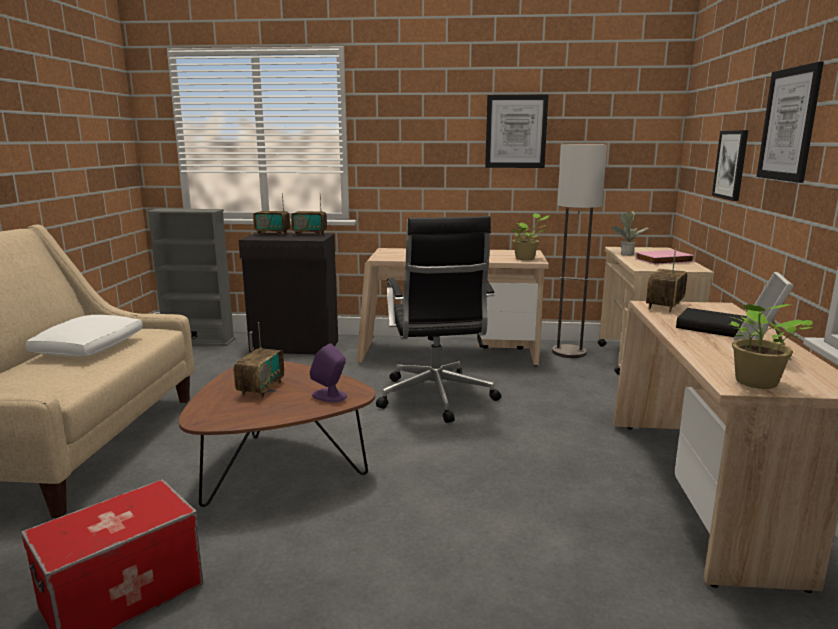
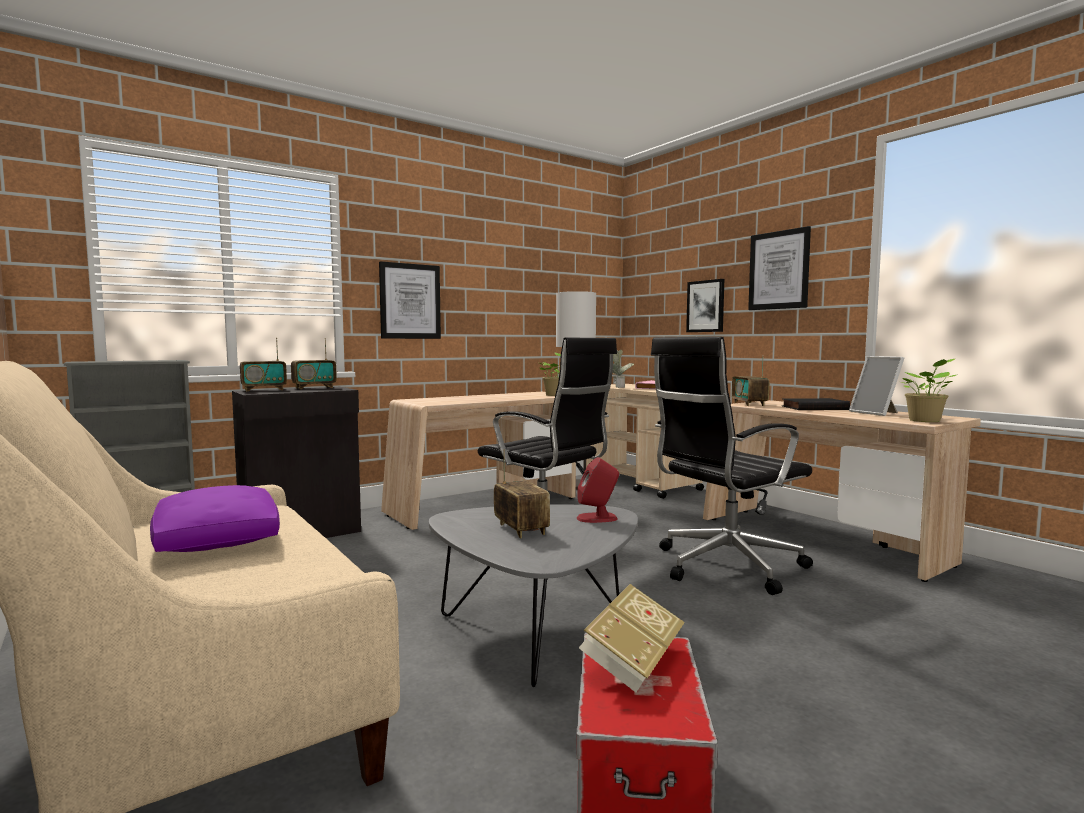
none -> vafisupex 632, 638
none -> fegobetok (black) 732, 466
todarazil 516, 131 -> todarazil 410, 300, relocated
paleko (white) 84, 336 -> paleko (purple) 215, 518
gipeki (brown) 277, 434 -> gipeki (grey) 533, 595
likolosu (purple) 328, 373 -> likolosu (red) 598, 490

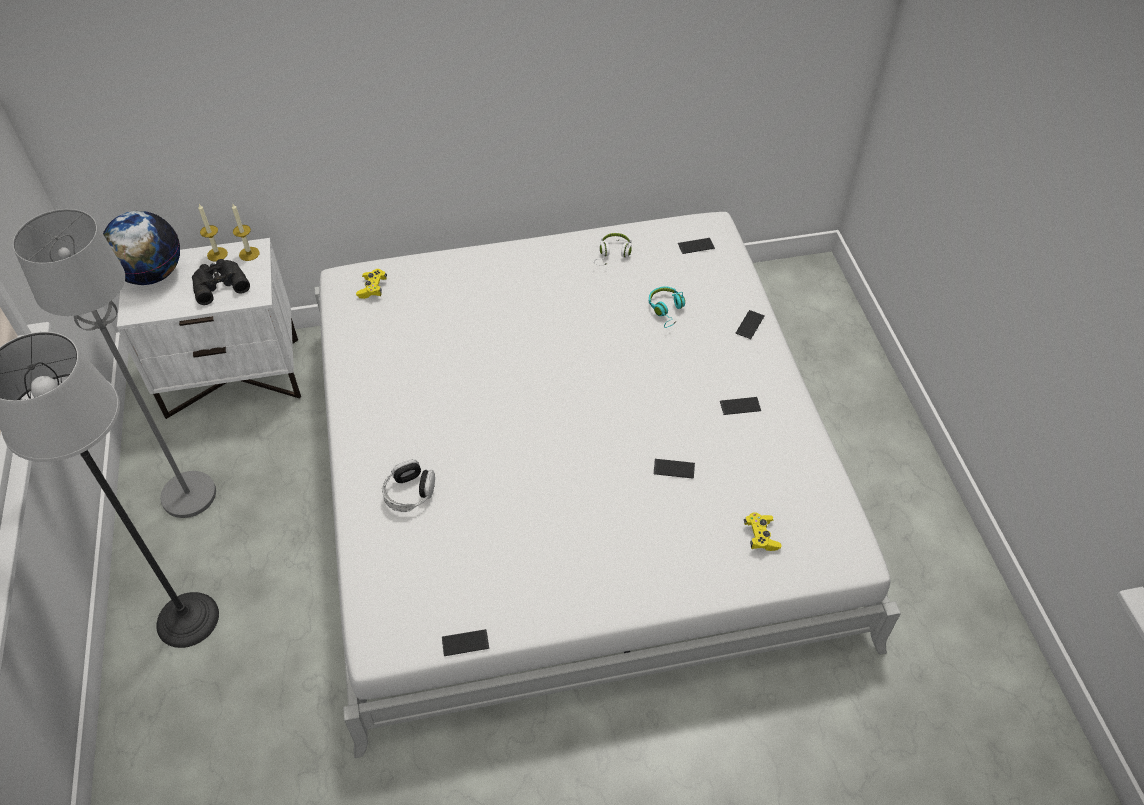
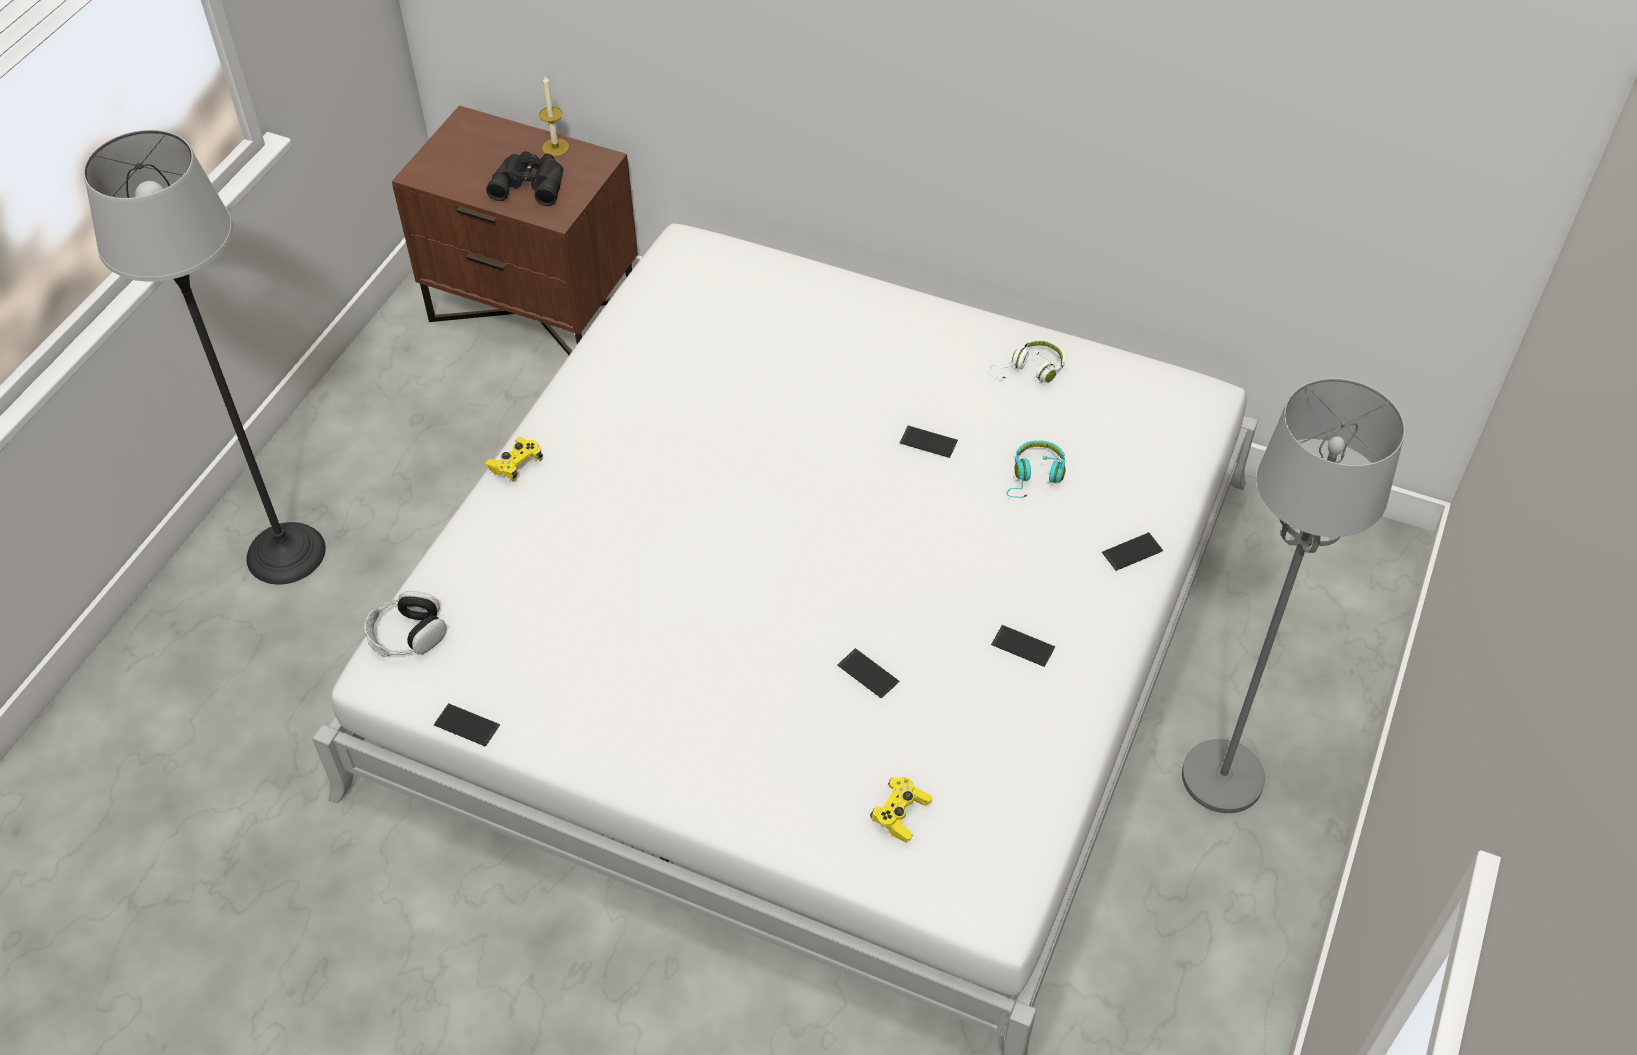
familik 141, 248 -> none
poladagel 246, 232 -> none
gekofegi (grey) 114, 363 -> gekofegi (grey) 1293, 595, relocated
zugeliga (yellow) 371, 284 -> zugeliga (yellow) 514, 459, relocated
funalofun 408, 485 -> funalofun 405, 623, relocated
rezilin 696, 246 -> rezilin 929, 442, relocated
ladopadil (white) 209, 328 -> ladopadil (brown) 515, 230

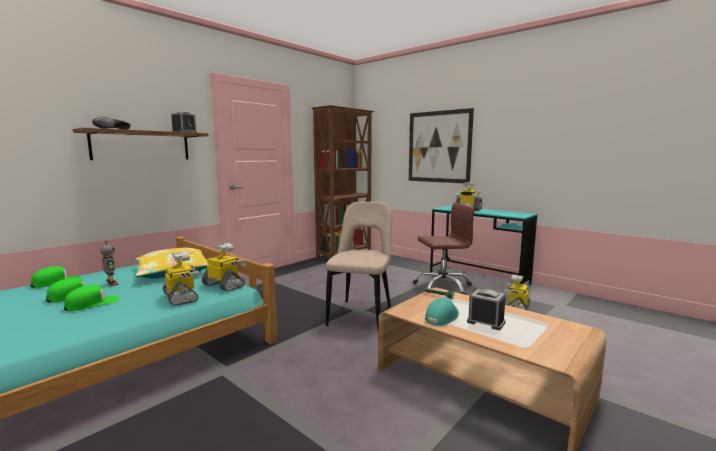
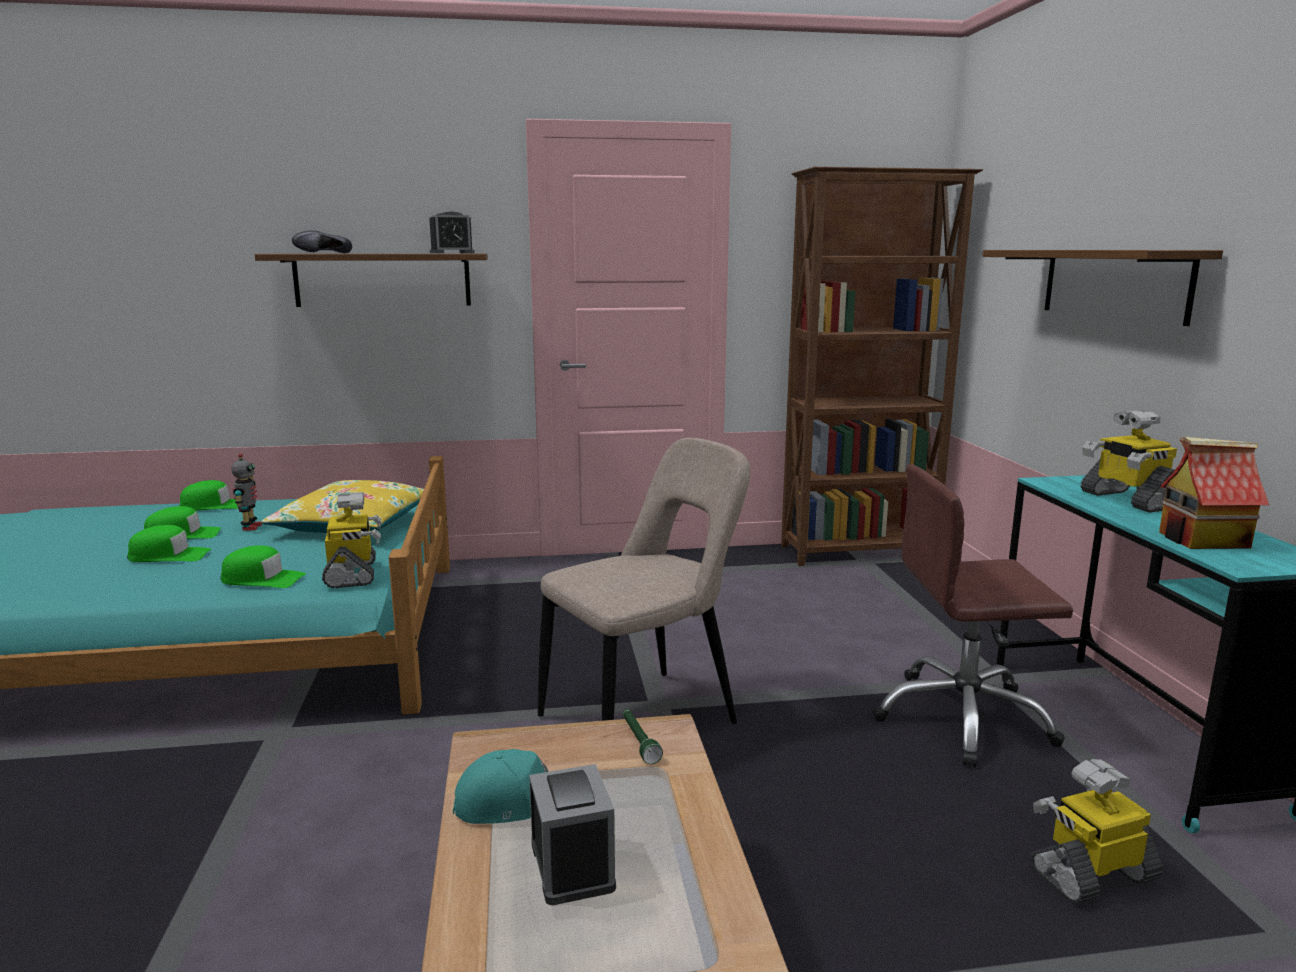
none -> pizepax 1214, 493
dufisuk 182, 278 -> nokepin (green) 263, 567
todarazil 441, 145 -> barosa 1103, 288
fegobetok (brown) 444, 248 -> fegobetok (brown) 972, 615, 150 degrees clockwise

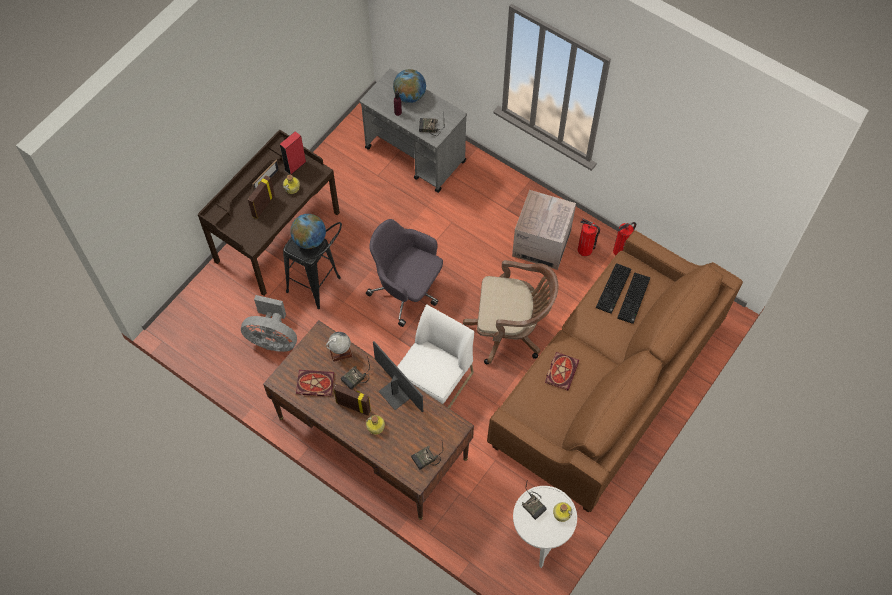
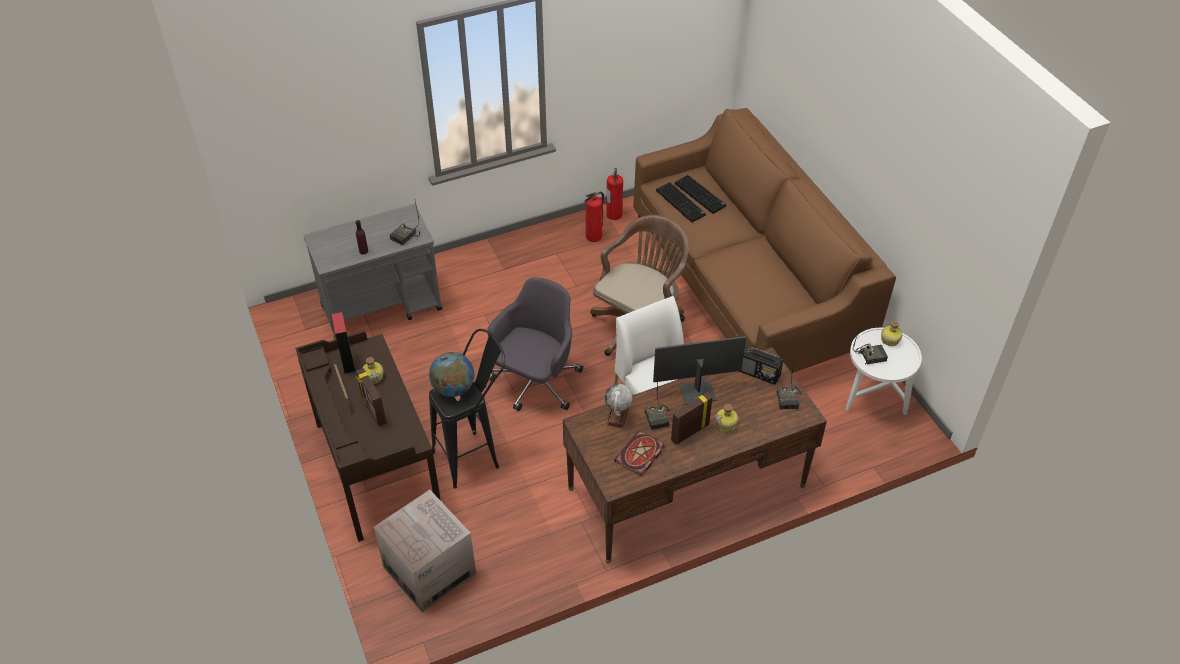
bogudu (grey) 269, 323 -> none
familik 409, 86 -> none
vafisupex 562, 371 -> none
none -> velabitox 761, 365
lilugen 544, 230 -> lilugen 425, 551, relocated
fegobetok (grey) 404, 273 -> fegobetok (grey) 535, 344, 150 degrees clockwise

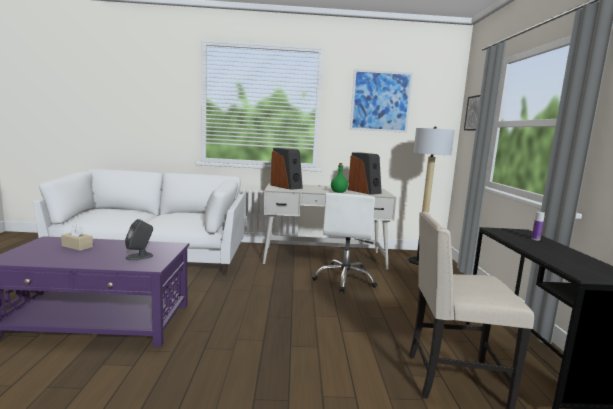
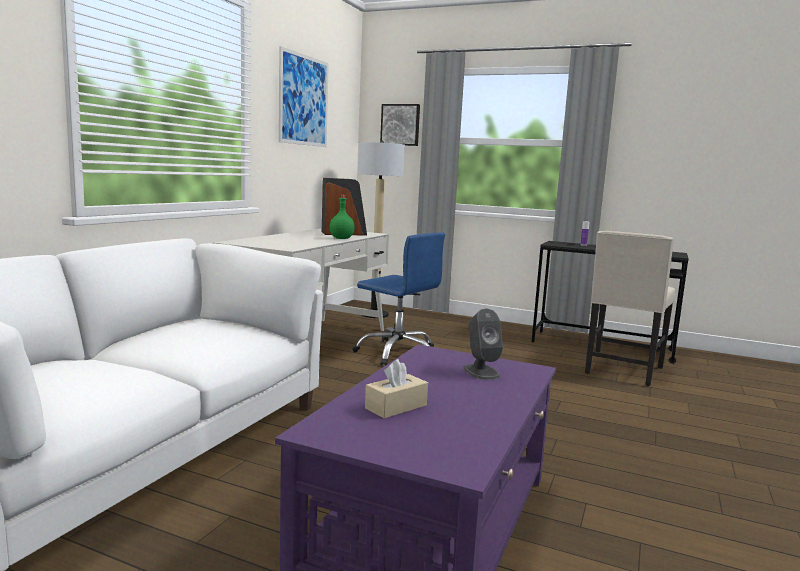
likolosu 287, 169 -> none
fegobetok (white) 344, 243 -> fegobetok (blue) 398, 299

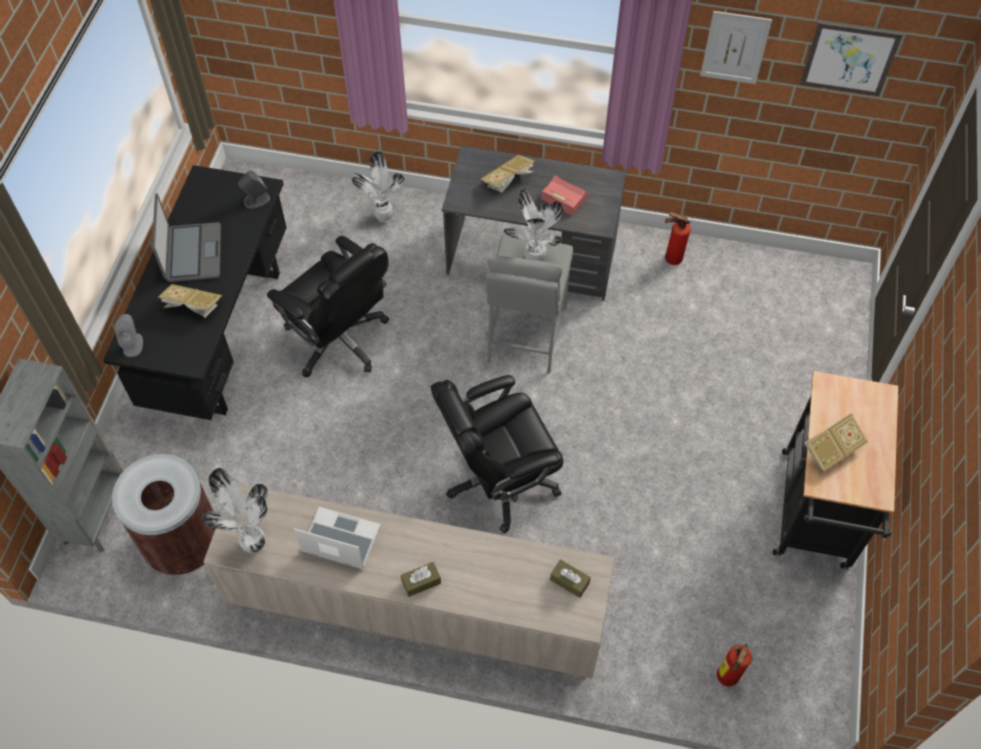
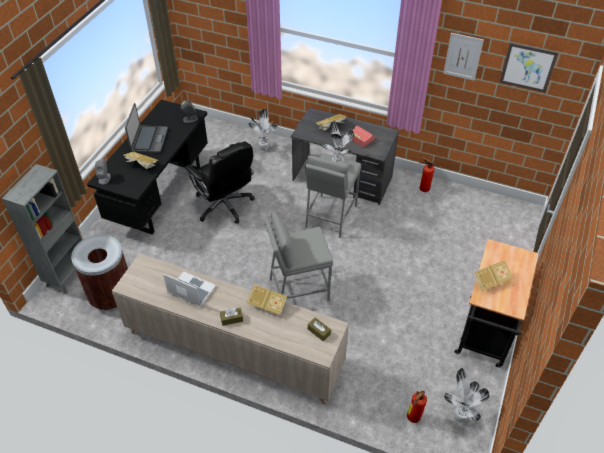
none -> vafisupex 267, 299
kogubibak 235, 510 -> kogubibak 467, 395, relocated
fegobetok (black) 497, 454 -> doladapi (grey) 298, 256

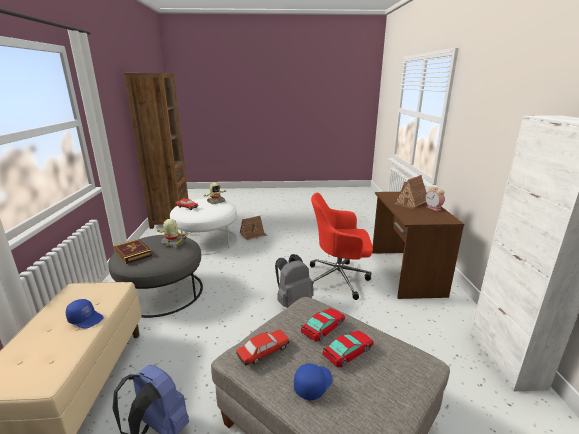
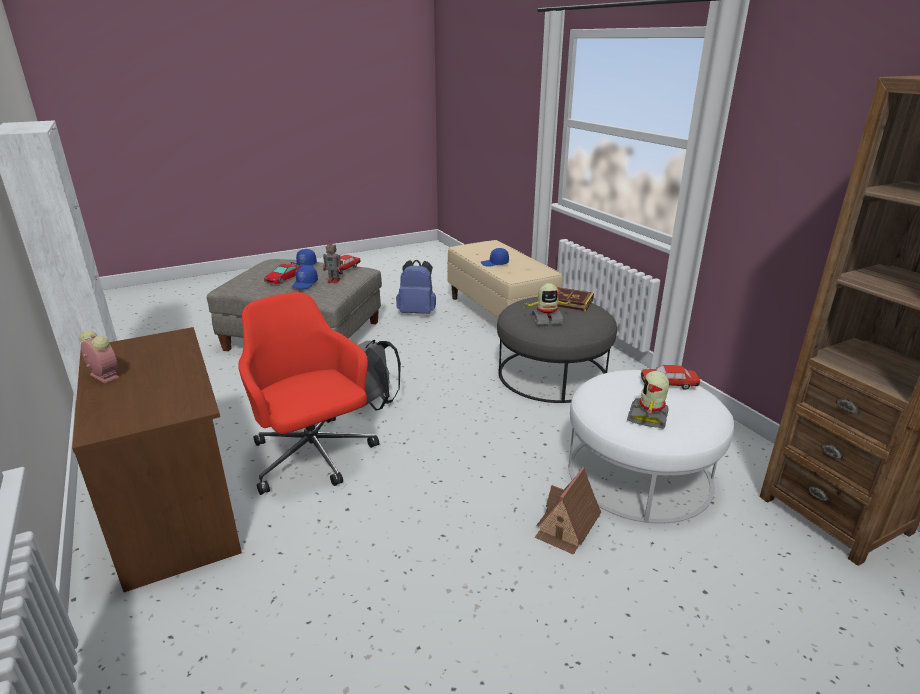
pizepax 410, 192 -> none
none -> dufisuk 333, 261
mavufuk 323, 324 -> nokepin (blue) 305, 277
fegobetok (red) 341, 246 -> fegobetok (red) 308, 393, 105 degrees counterclockwise

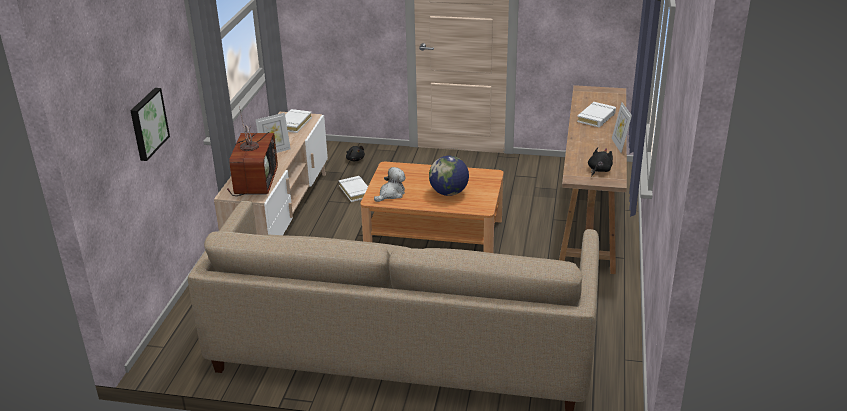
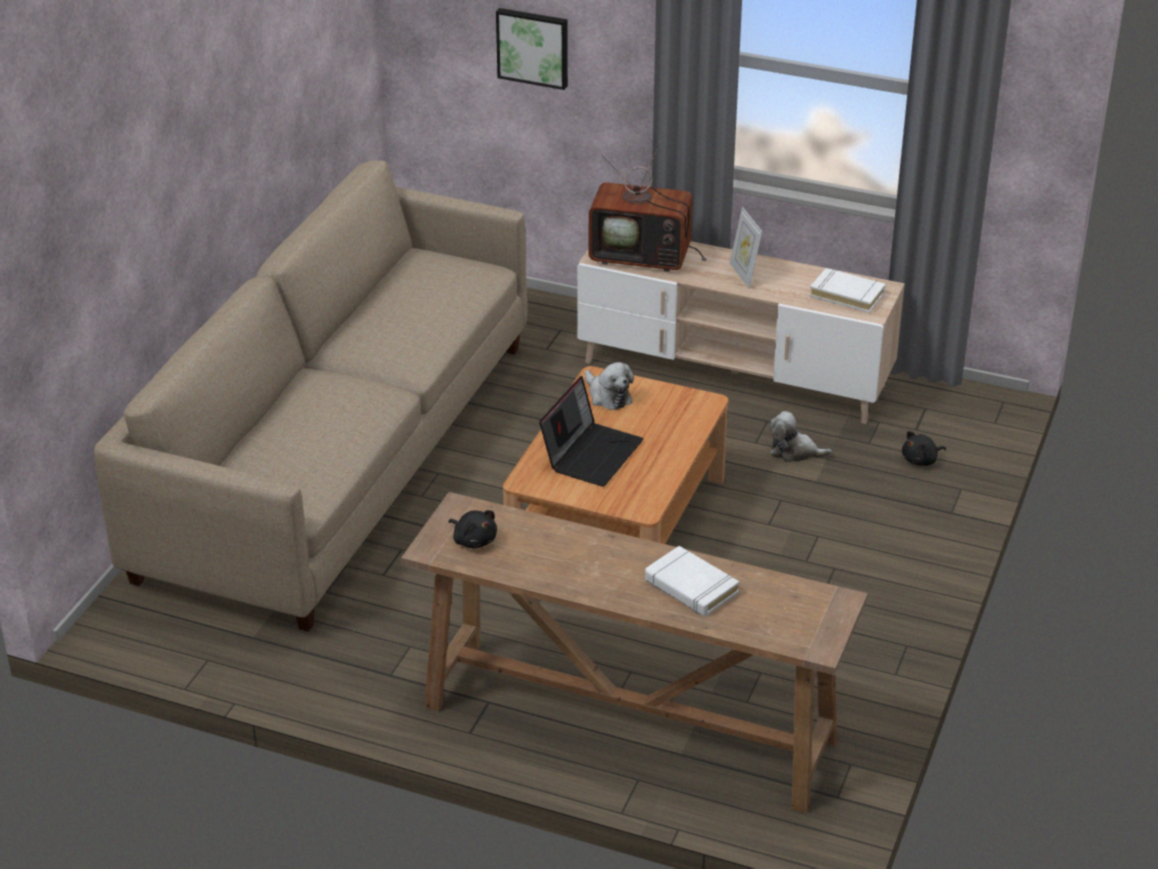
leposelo 622, 127 -> none
vafisupex (white) 353, 189 -> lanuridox 800, 436
familik 449, 176 -> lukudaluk 591, 431

